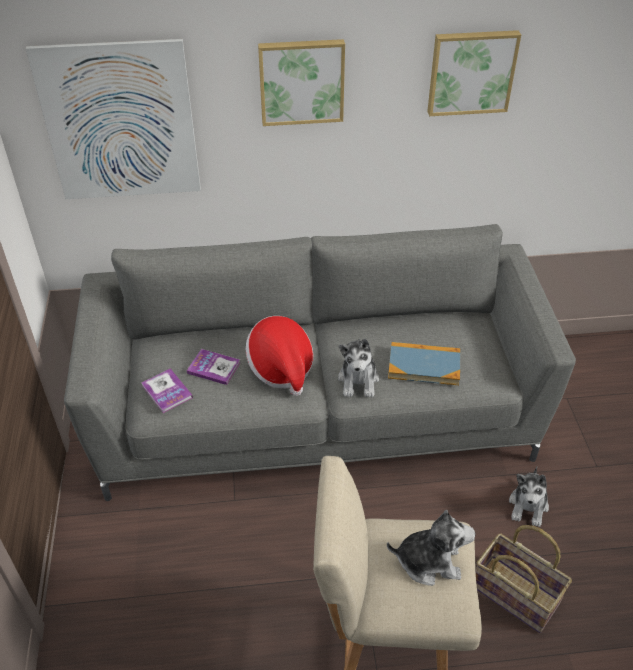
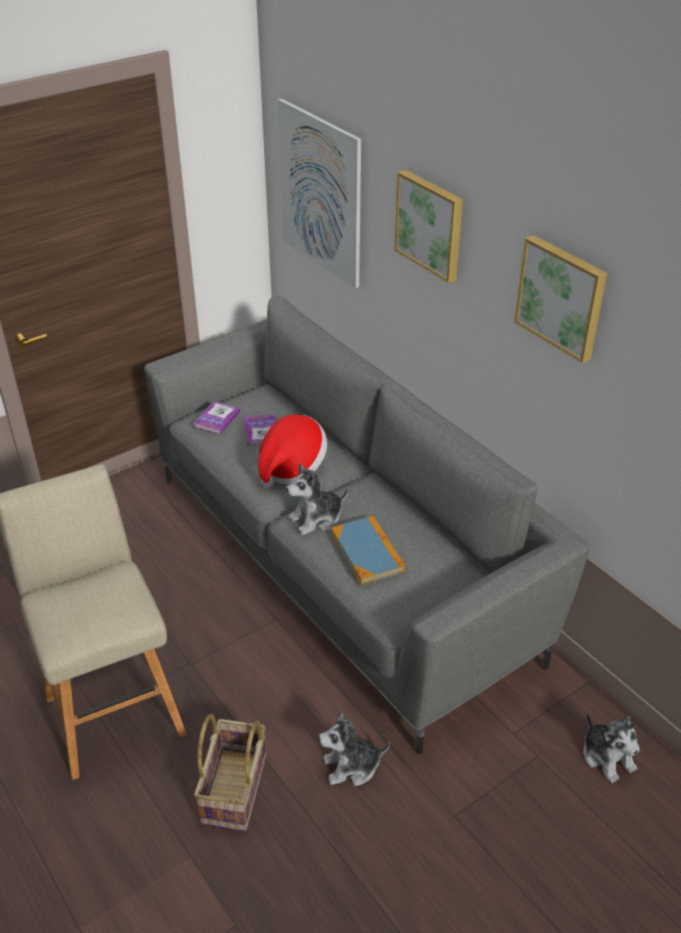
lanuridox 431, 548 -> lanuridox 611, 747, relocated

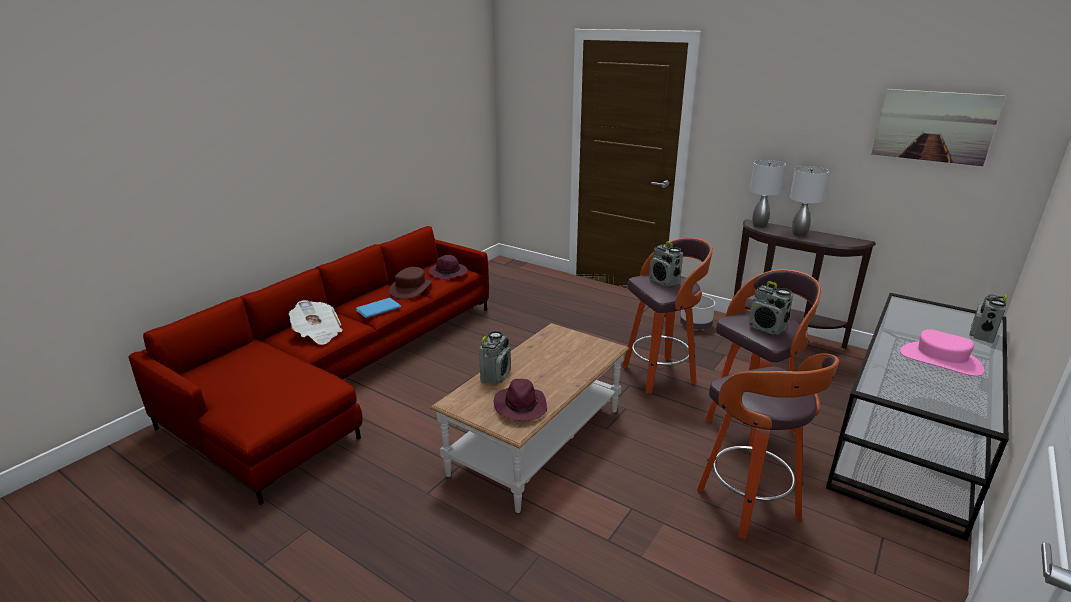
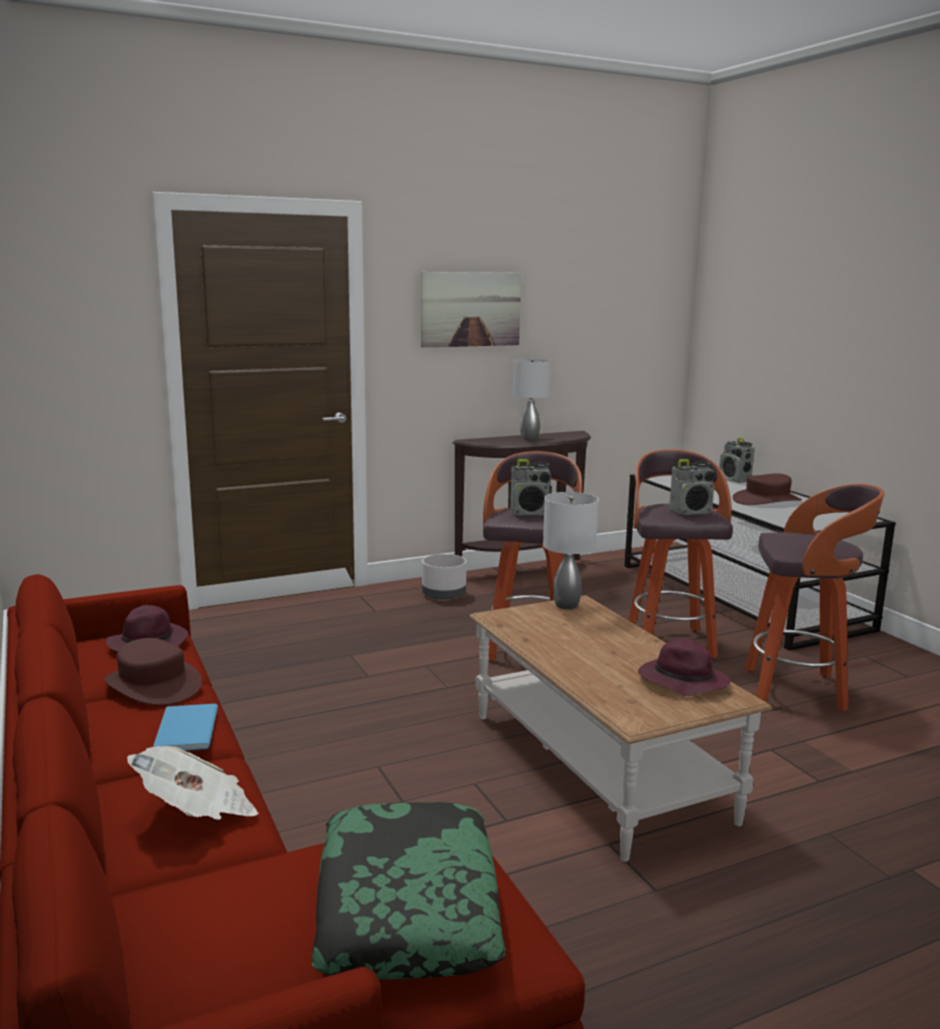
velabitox 495, 357 -> none
none -> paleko 408, 891
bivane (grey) 768, 194 -> bivane (grey) 570, 550, relocated
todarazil 938, 127 -> todarazil 471, 310, relocated
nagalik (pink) 942, 352 -> nagalik (brown) 767, 489

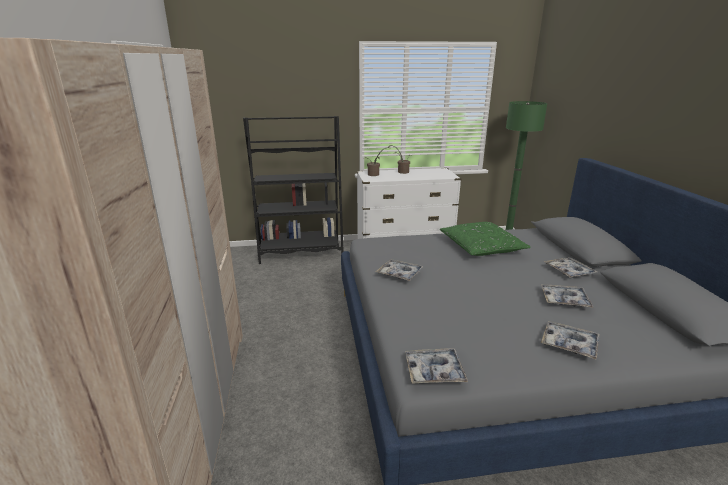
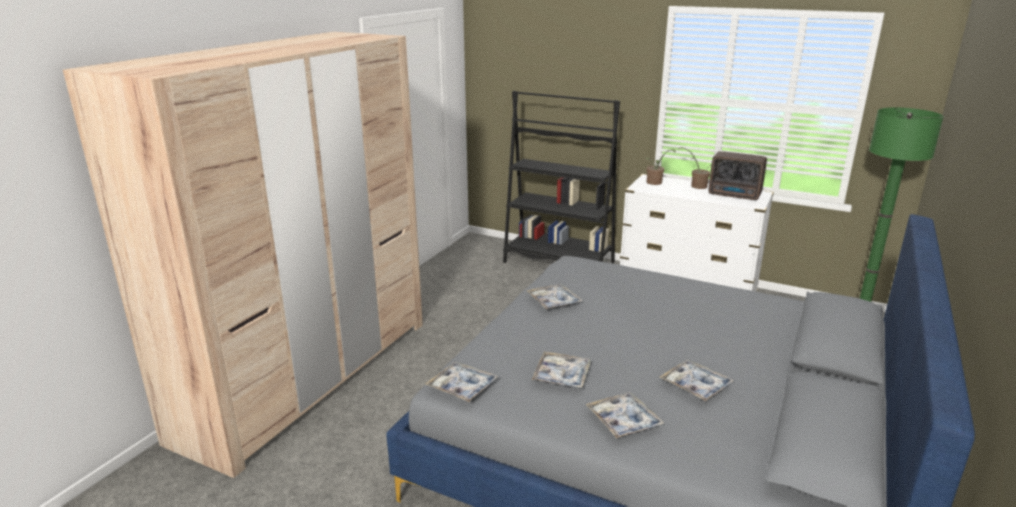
paleko (green) 485, 239 -> none
none -> velabitox 738, 175
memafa 570, 267 -> memafa 561, 370, relocated

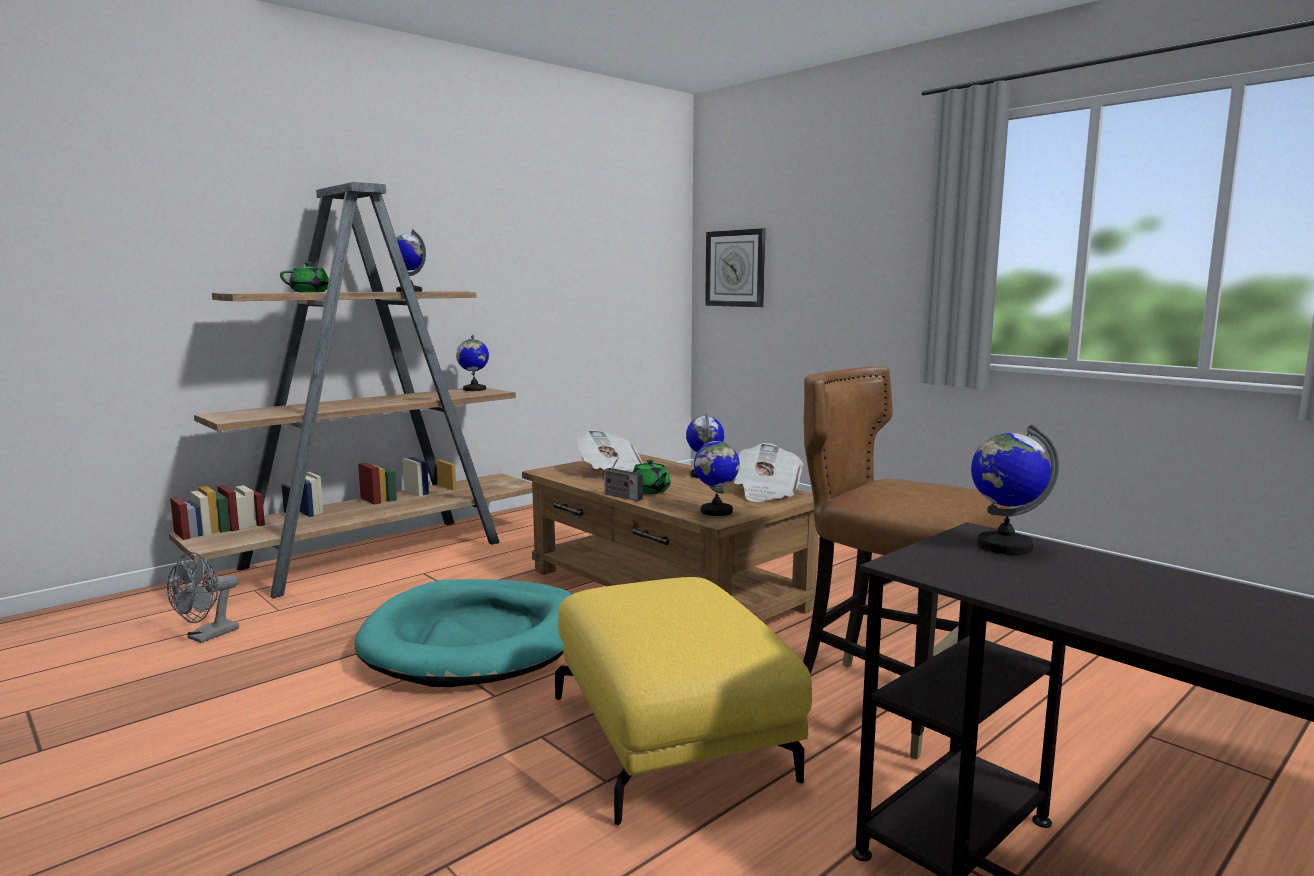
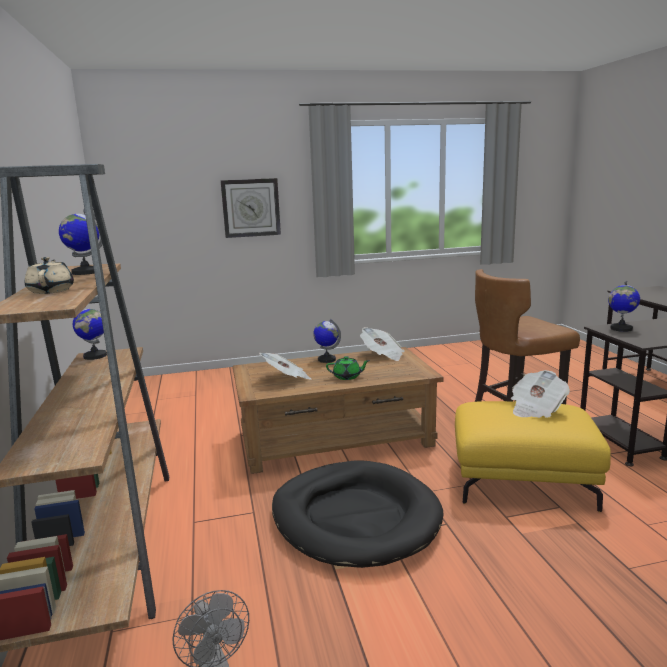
velabitox 622, 479 -> none
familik 717, 475 -> none
none -> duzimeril 540, 394
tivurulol 735, 267 -> tivurulol 251, 208, relocated
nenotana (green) 304, 277 -> nenotana (beige) 49, 275
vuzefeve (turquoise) 463, 633 -> vuzefeve (black) 358, 514

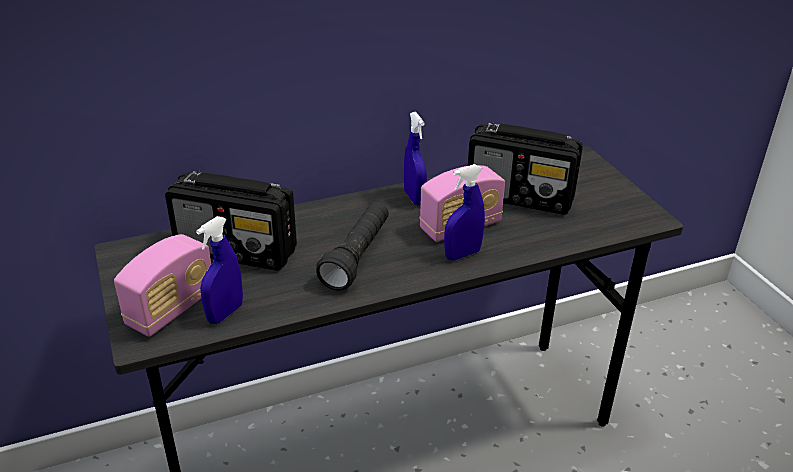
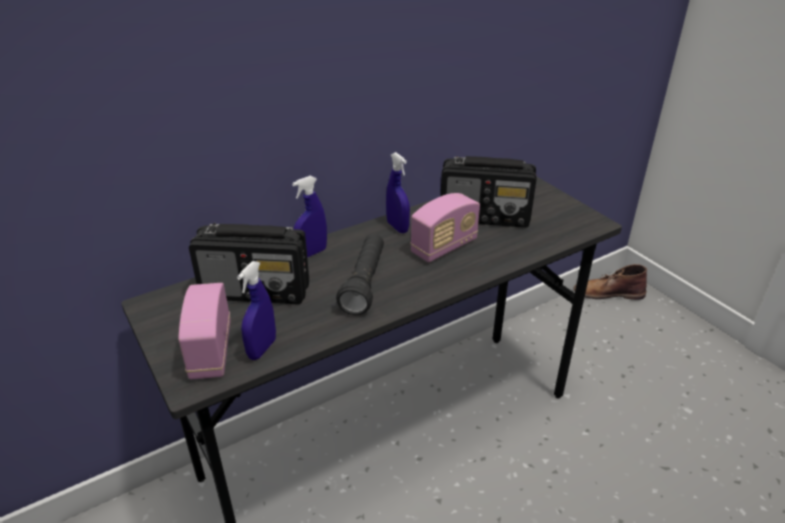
none -> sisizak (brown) 610, 282
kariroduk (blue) 464, 212 -> kariroduk (blue) 309, 217, relocated
velabitox 162, 285 -> velabitox 204, 331, 150 degrees clockwise

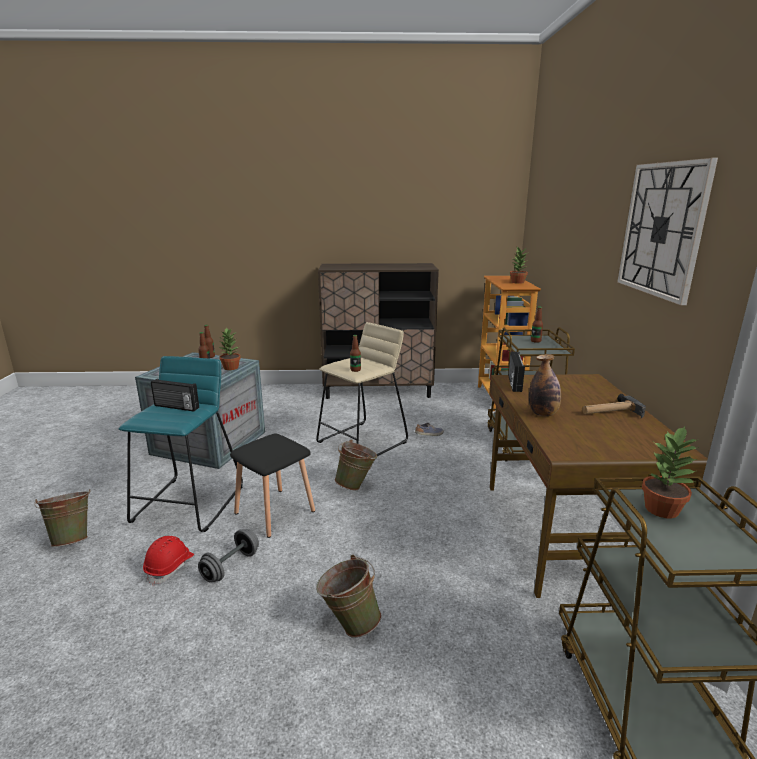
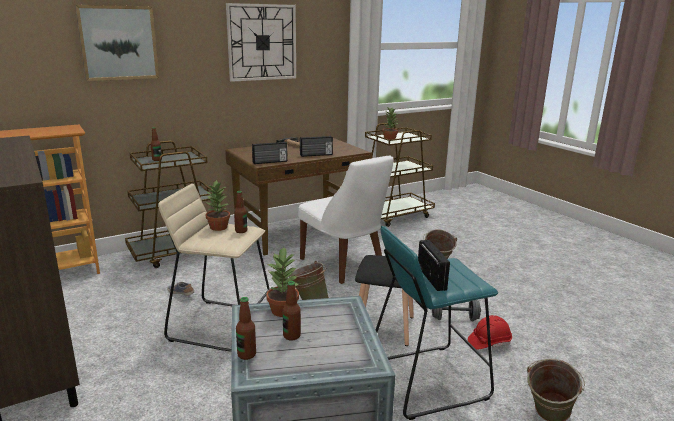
none -> todarazil 117, 43
none -> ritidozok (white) 346, 219
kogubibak 519, 265 -> kogubibak 218, 205, relocated
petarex 545, 385 -> velabitox 316, 146

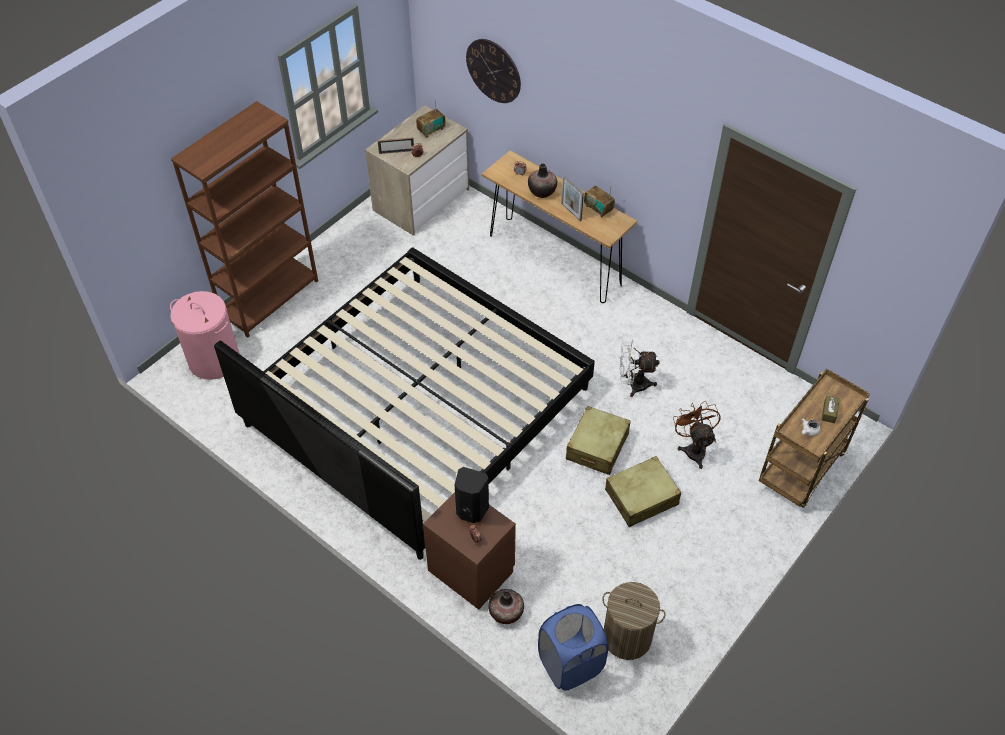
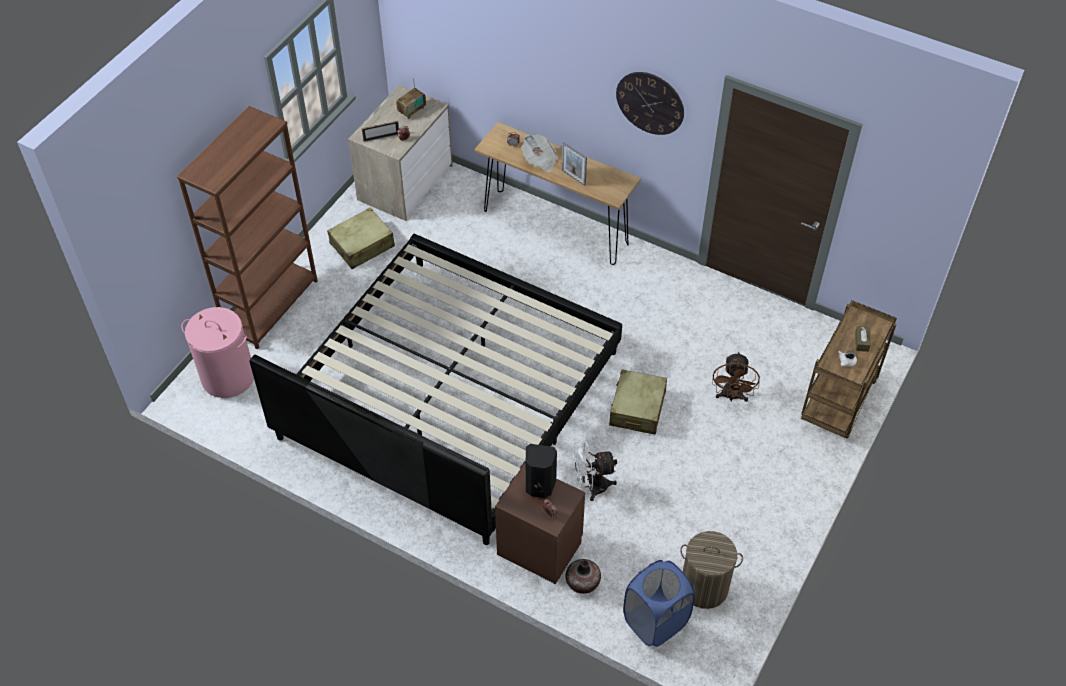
velabitox 599, 202 -> none
tivurulol 493, 71 -> tivurulol 650, 103, relocated
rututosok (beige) 643, 491 -> rututosok (beige) 361, 238, relocated
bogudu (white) 639, 368 -> bogudu (white) 595, 471, relocated
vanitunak 542, 181 -> duzimeril 539, 153
bogudu (brown) 697, 435 -> bogudu (brown) 736, 377, 150 degrees counterclockwise

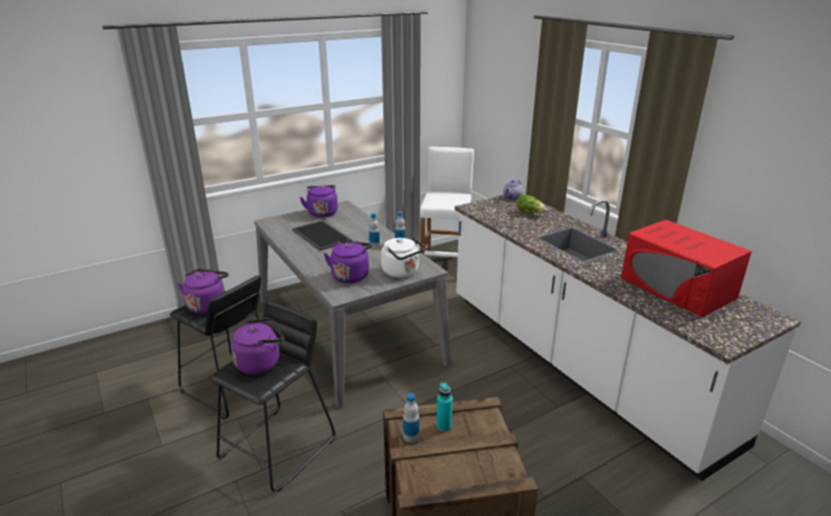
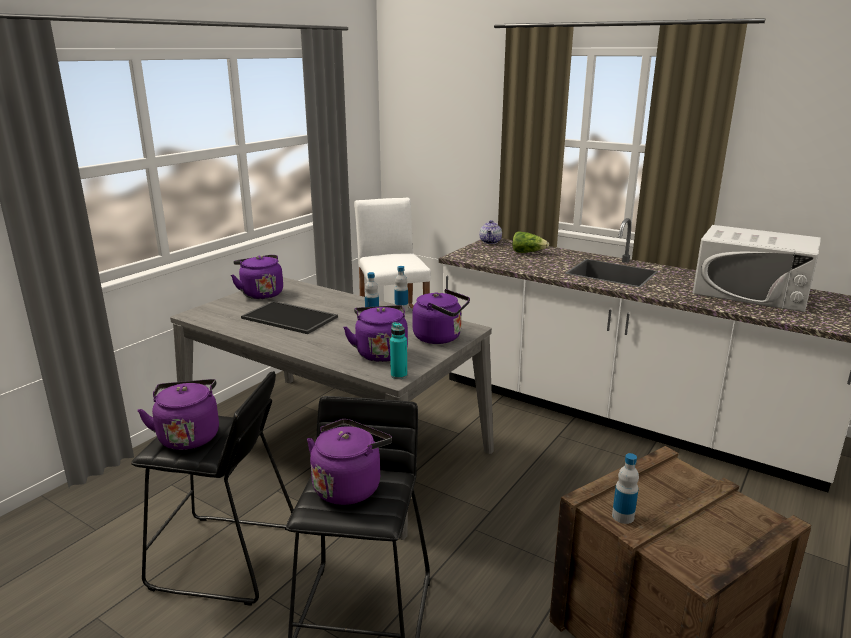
petarex (turquoise) 445, 407 -> petarex (turquoise) 398, 350, relocated
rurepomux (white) 403, 257 -> rurepomux (purple) 441, 316
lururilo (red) 686, 268 -> lururilo (white) 756, 268

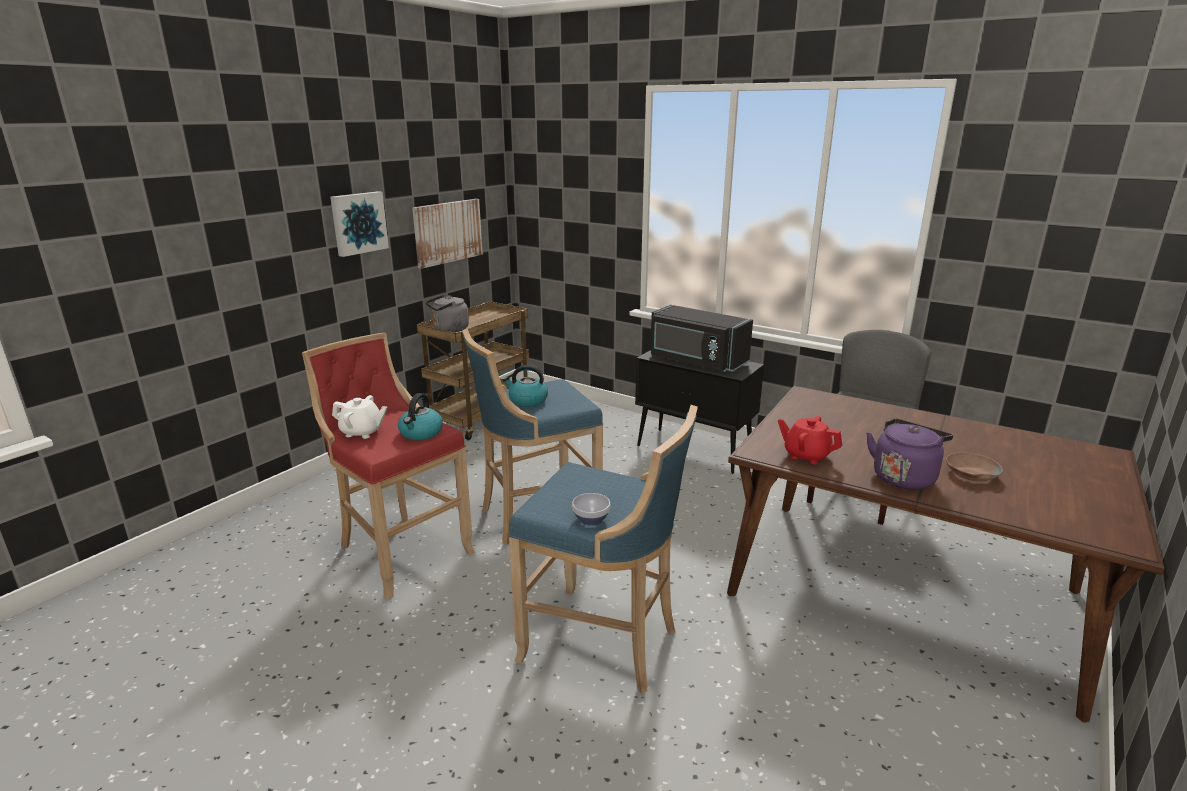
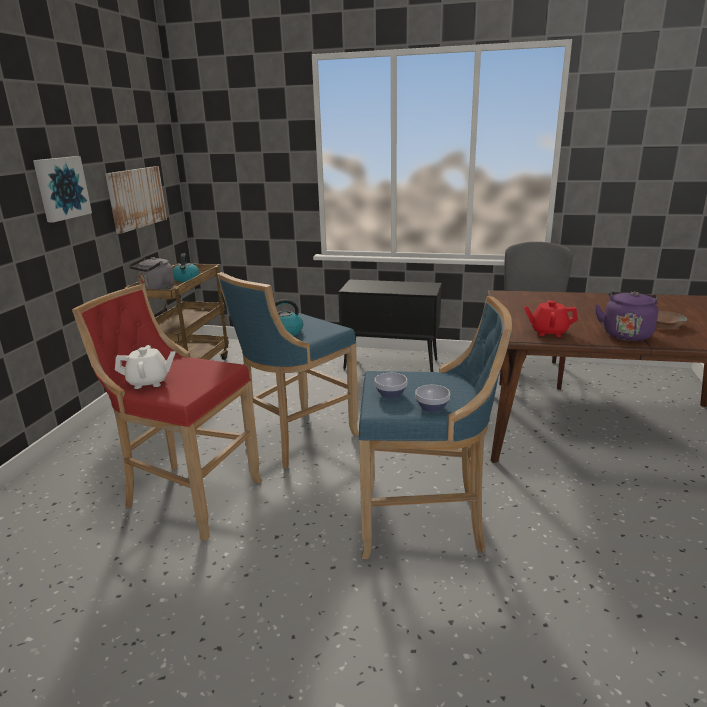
lururilo (black) 701, 338 -> none
none -> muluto 390, 386
rurepomux 420, 416 -> rurepomux 186, 267, relocated

